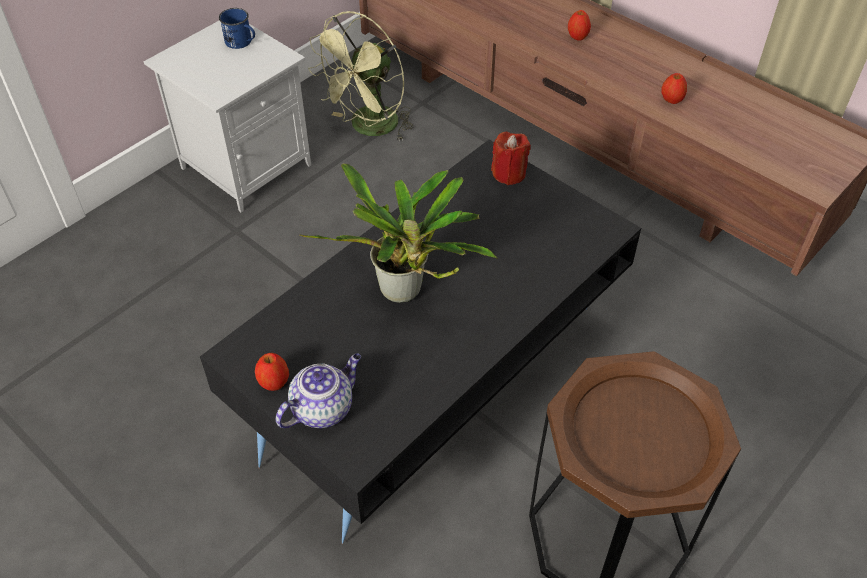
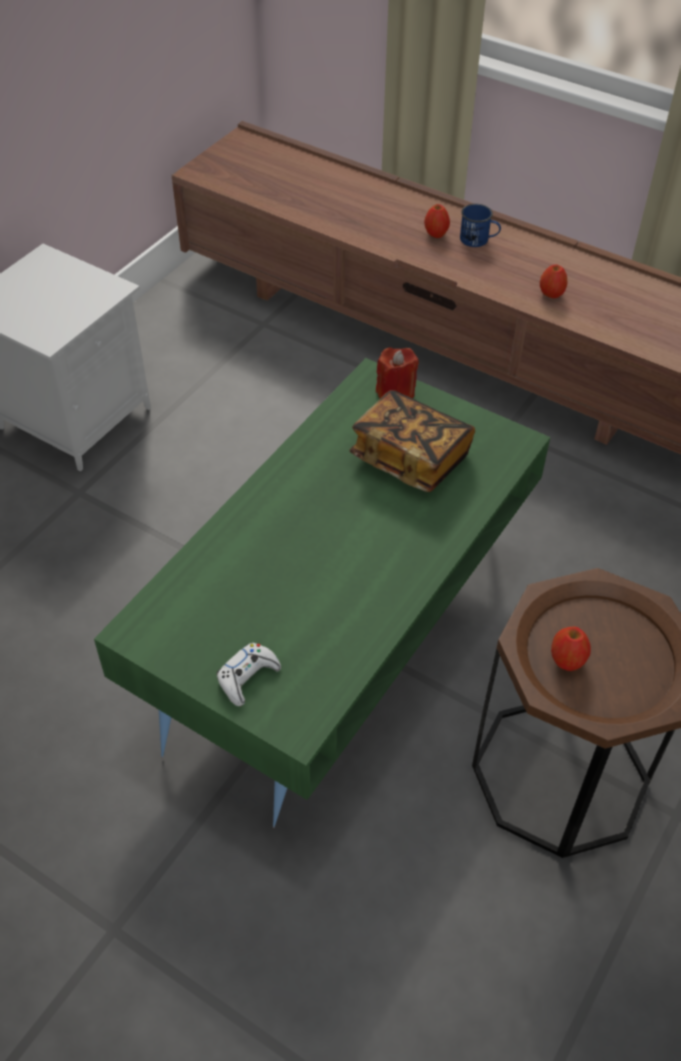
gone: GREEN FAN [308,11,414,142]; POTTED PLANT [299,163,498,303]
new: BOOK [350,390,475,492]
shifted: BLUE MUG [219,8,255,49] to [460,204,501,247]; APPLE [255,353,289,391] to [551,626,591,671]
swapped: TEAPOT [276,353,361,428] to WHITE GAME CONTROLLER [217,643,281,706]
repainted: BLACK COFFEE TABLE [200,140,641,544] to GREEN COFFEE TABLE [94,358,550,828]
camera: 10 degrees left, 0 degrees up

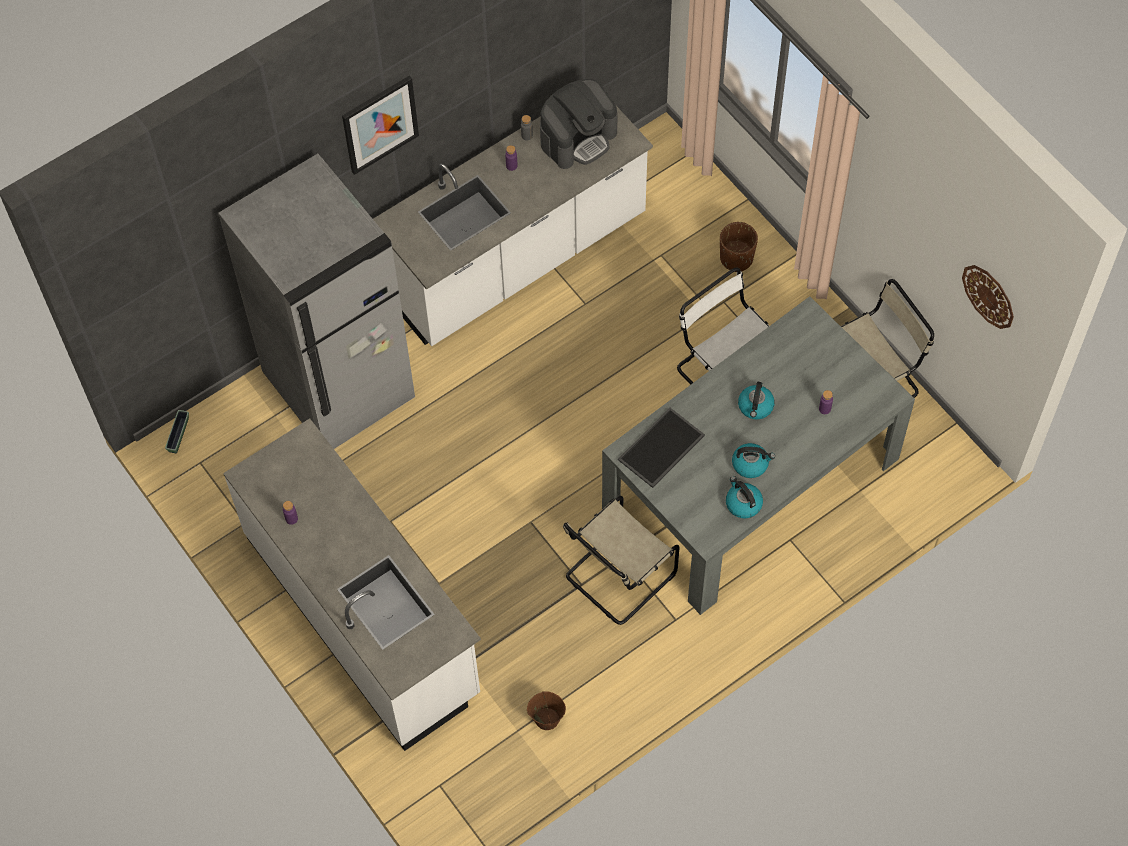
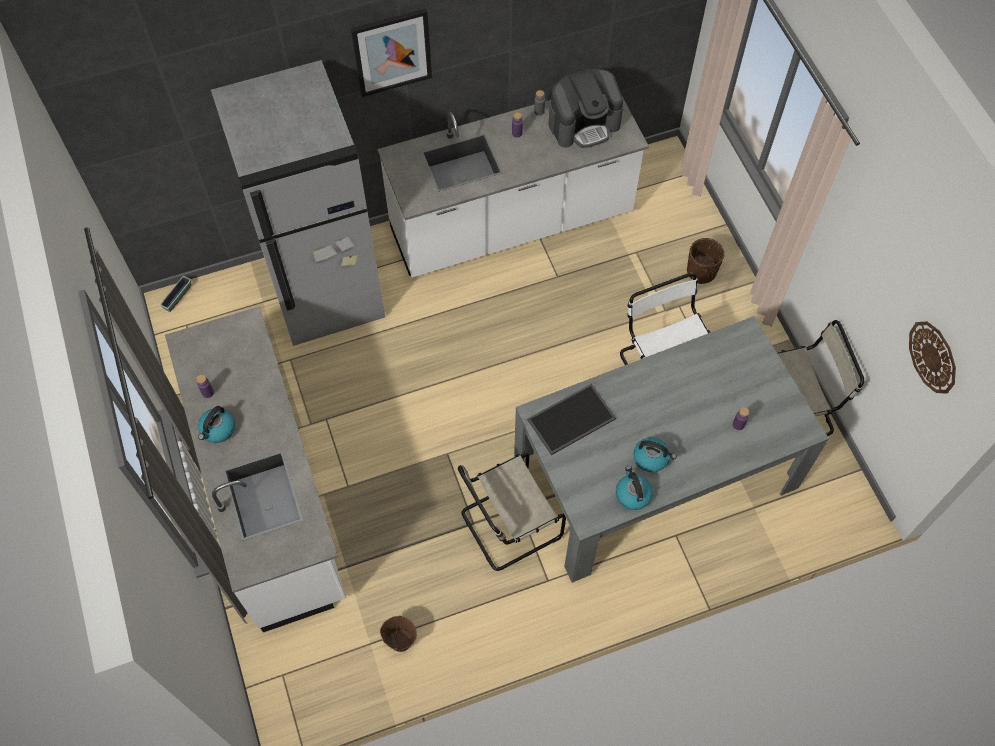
shifted: KETTLE [738,382,775,419] to [198,406,235,443]
camera: 15 degrees right, 0 degrees up

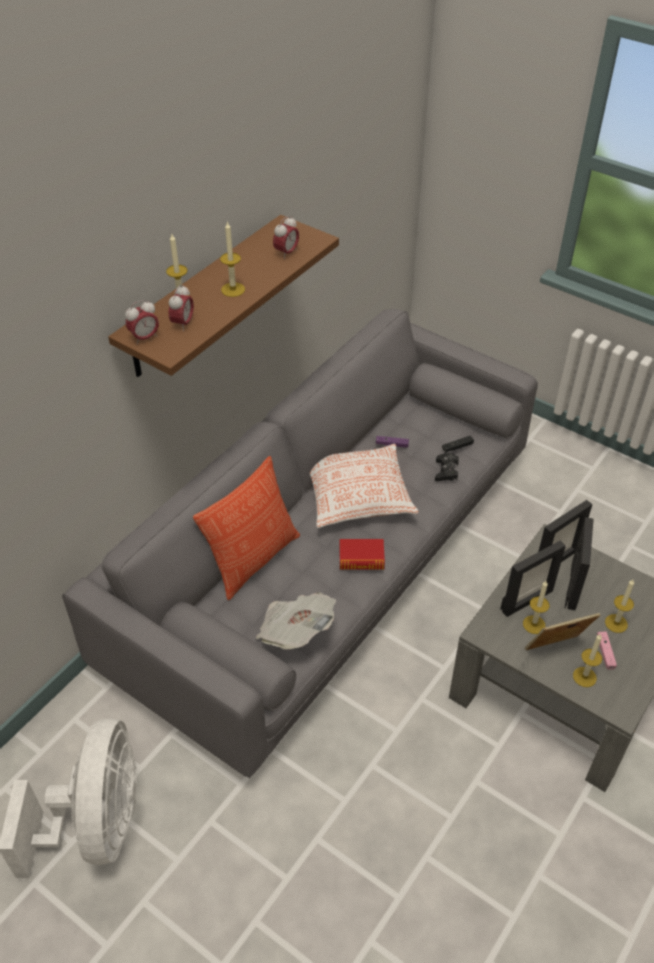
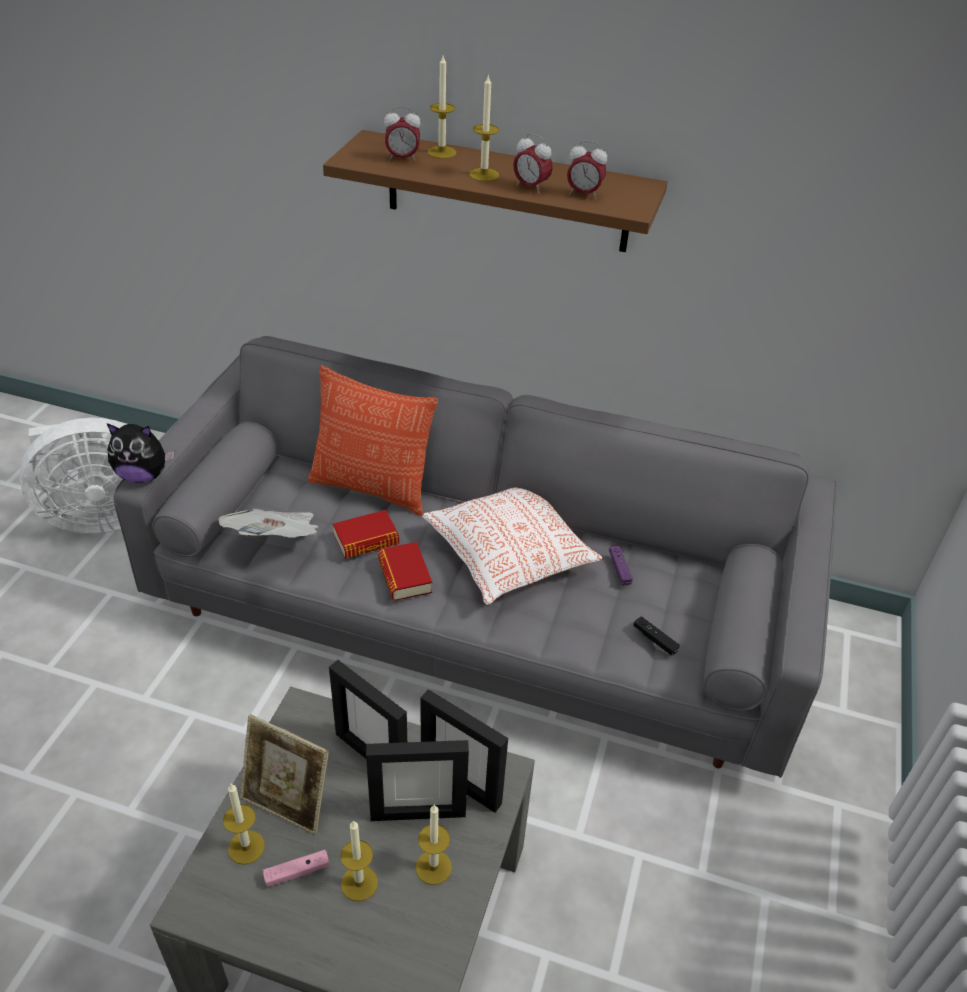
gone: BLACK GAME CONTROLLER [435,453,459,481]
new: PLUSH TOY [107,423,174,483]; BOOK [333,510,399,558]
shifted: ALARM CLOCK [125,300,159,345] to [513,133,553,194]; CANDLE [523,581,550,634] to [416,804,452,885]
rotated: PICTURE FRAME [525,613,600,650] = [240,714,329,835] 150 degrees clockwise
camera: 70 degrees right, 5 degrees down

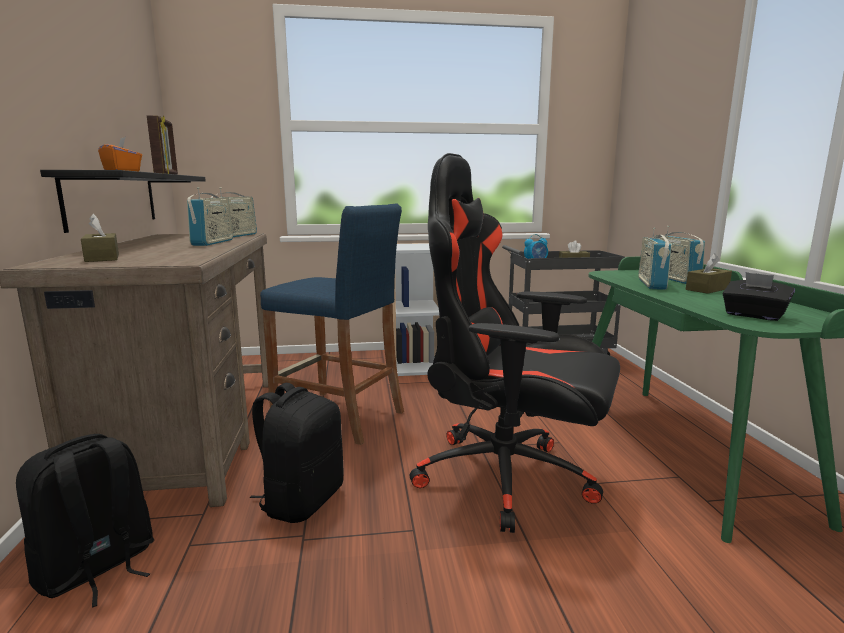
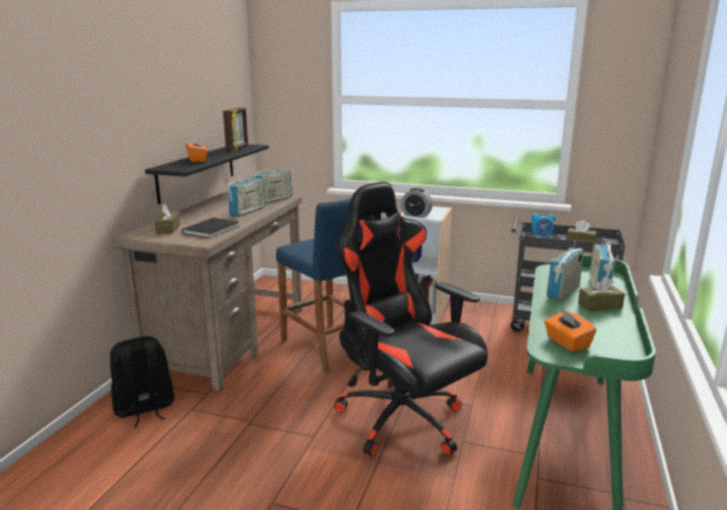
gone: BLACK BACKPACK [250,383,343,523]
new: ALARM CLOCK [401,188,433,218]; BLACK BOOK [182,218,239,238]
repainted: BLACK TISSUE BOX [723,272,795,321] to ORANGE TISSUE BOX [544,308,596,352]
camera: 25 degrees right, 5 degrees up

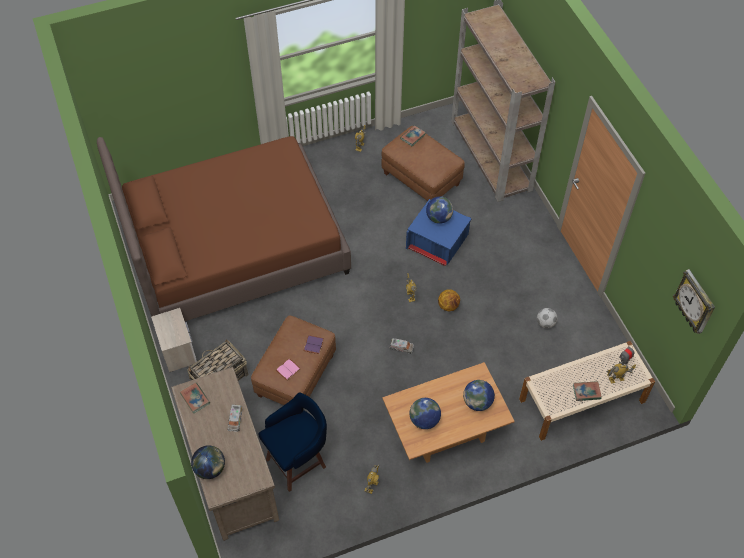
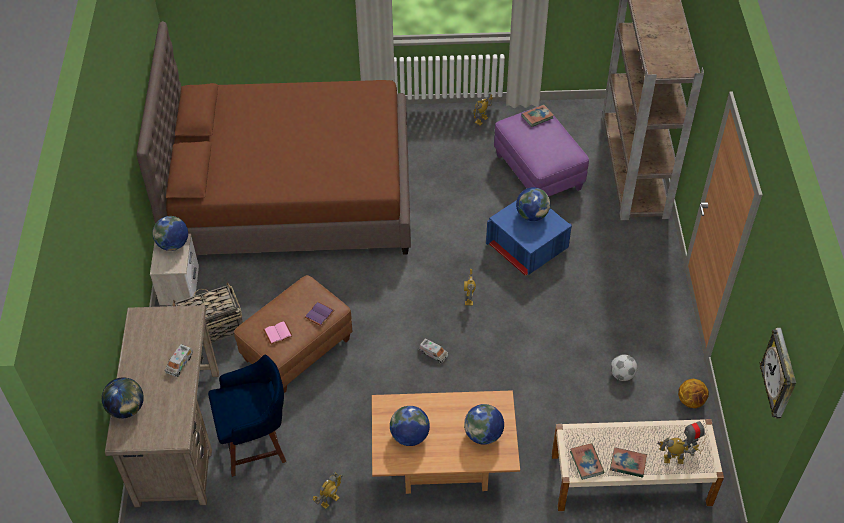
new: GLOBE [153,216,188,251]
shifted: BASKETBALL [438,289,460,312] to [678,379,709,408]; BOOK [180,383,210,413] to [570,443,605,480]
repainted: BROWN OTTOMAN [382,126,465,201] to PURPLE OTTOMAN [494,106,589,196]
camera: 20 degrees right, 5 degrees down

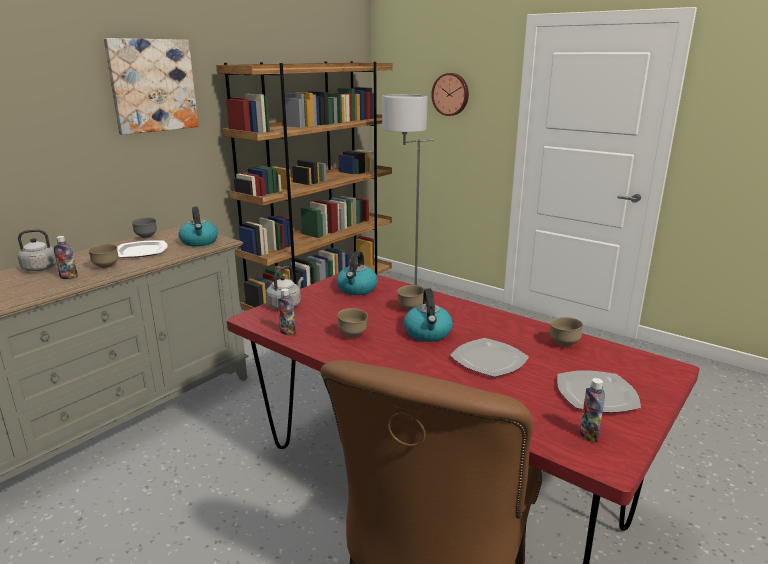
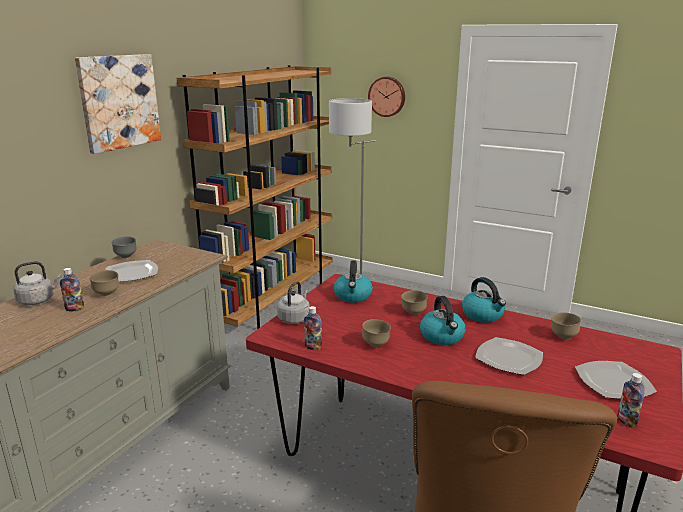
shifted: KETTLE [178,206,218,246] to [462,277,506,323]
camera: 10 degrees left, 0 degrees up

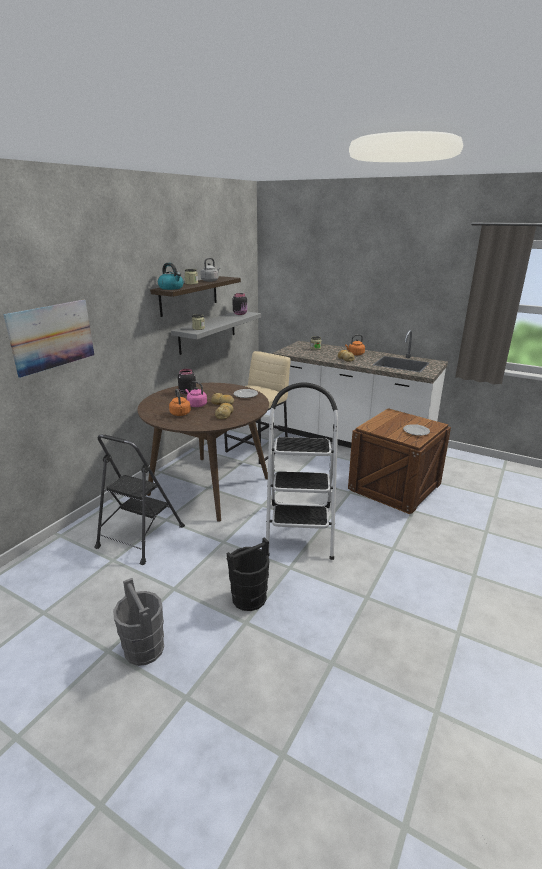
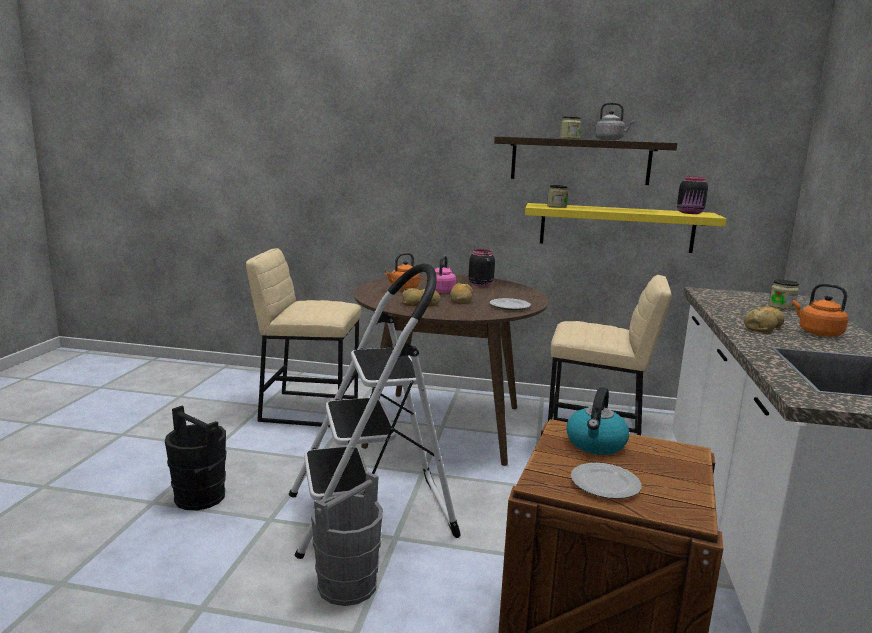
gone: PICTURE [3,300,94,378]
shifted: KETTLE [158,263,183,290] to [566,387,629,455]; GREY BUCKET [113,578,164,666] to [311,472,383,606]
swapped: BLACK STEP LADDER [94,434,185,565] to BEIGE CHAIR [246,248,361,427]
repainted: GREY SHELF [171,312,261,355] to YELLOW SHELF [525,203,726,253]
camera: 70 degrees right, 10 degrees down

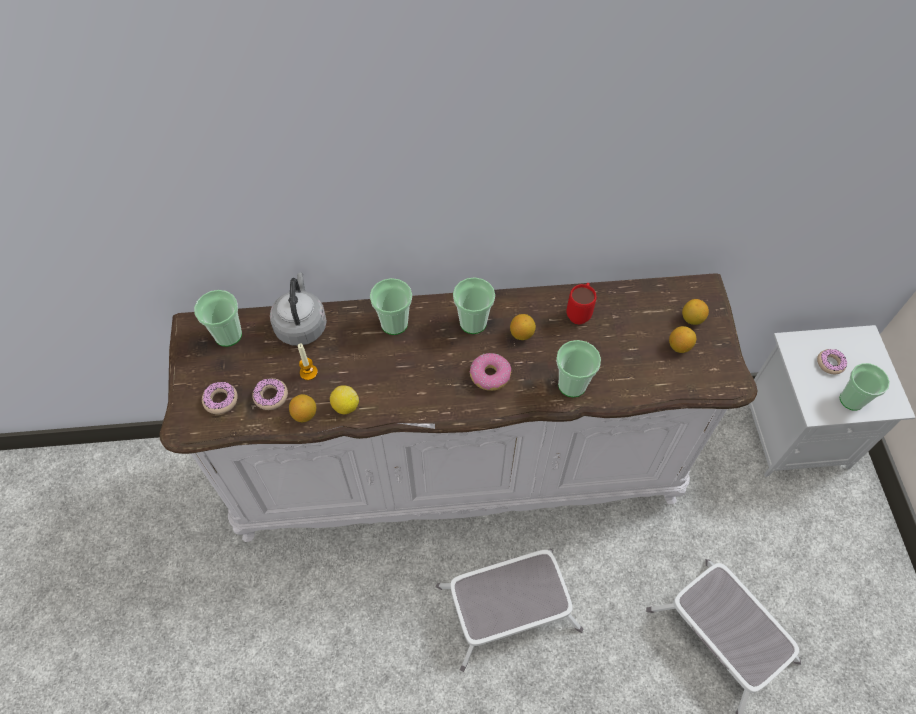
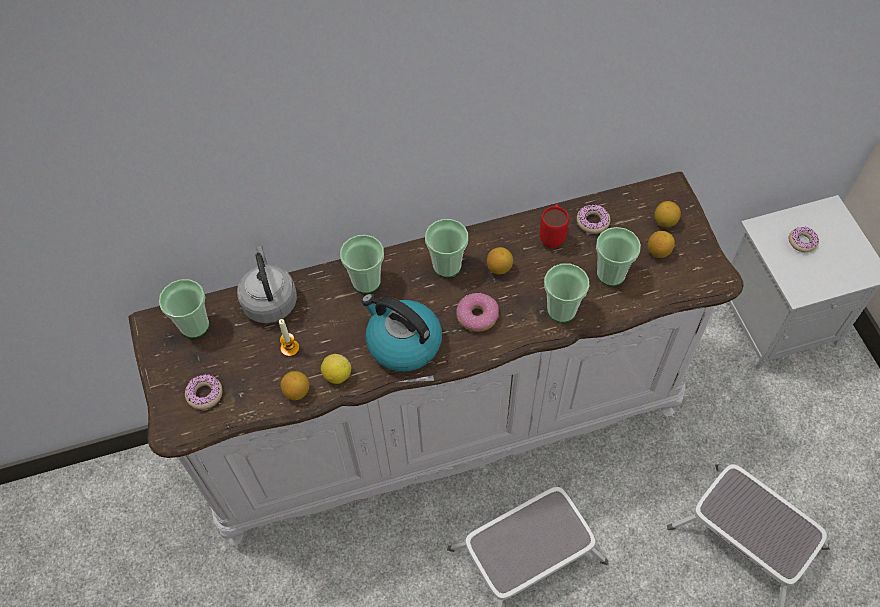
new: KETTLE [362,293,442,371]
shifted: CUP [840,363,890,411] to [596,227,641,286]; DONUT [252,378,288,410] to [577,205,610,234]
camera: 10 degrees left, 0 degrees up

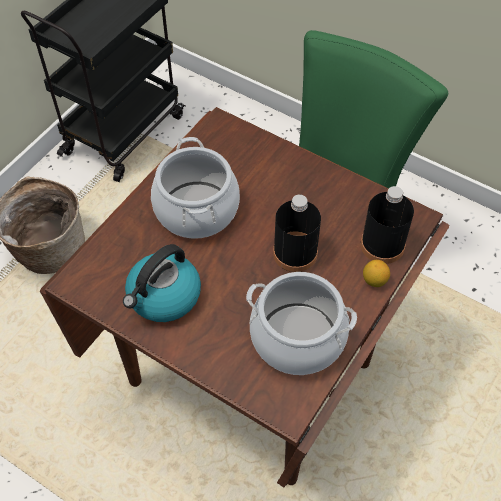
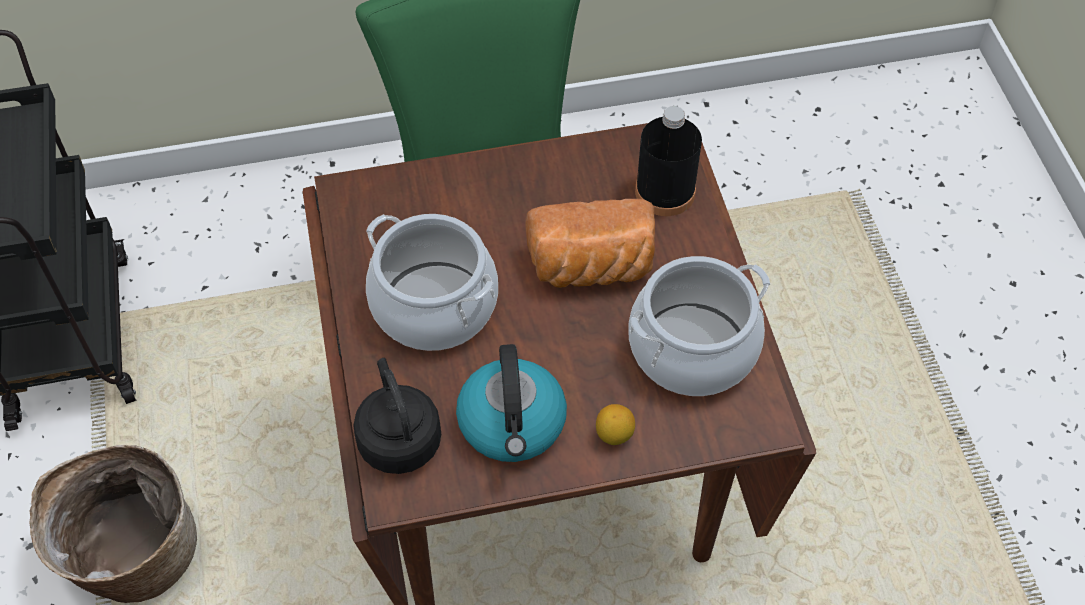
new: BLACK KETTLE [353,358,441,474]
shifted: LEMON [363,260,390,287] to [596,404,635,445]
swapped: BLACK BOTTLE [273,194,321,272] to BREAD [525,199,655,288]
camera: 45 degrees left, 0 degrees up

